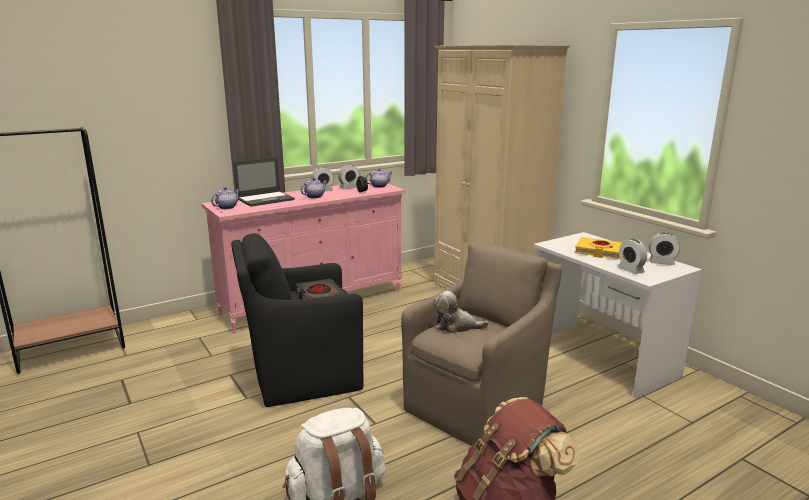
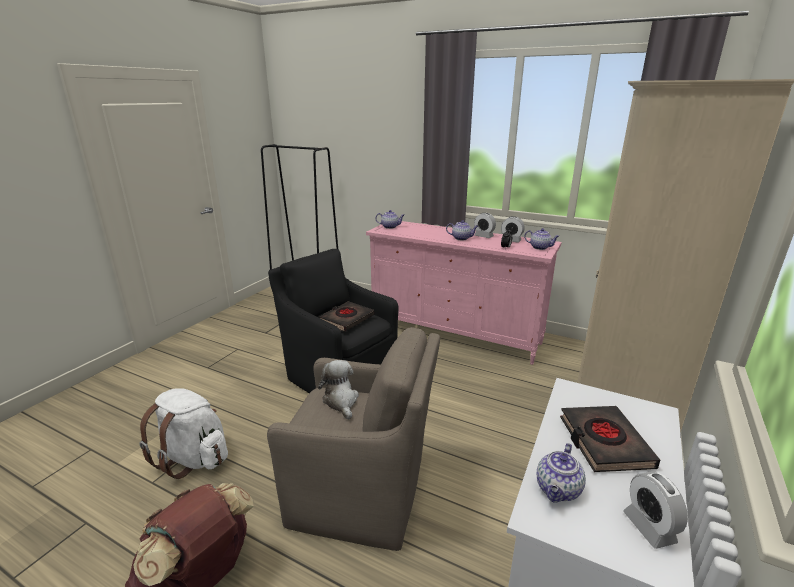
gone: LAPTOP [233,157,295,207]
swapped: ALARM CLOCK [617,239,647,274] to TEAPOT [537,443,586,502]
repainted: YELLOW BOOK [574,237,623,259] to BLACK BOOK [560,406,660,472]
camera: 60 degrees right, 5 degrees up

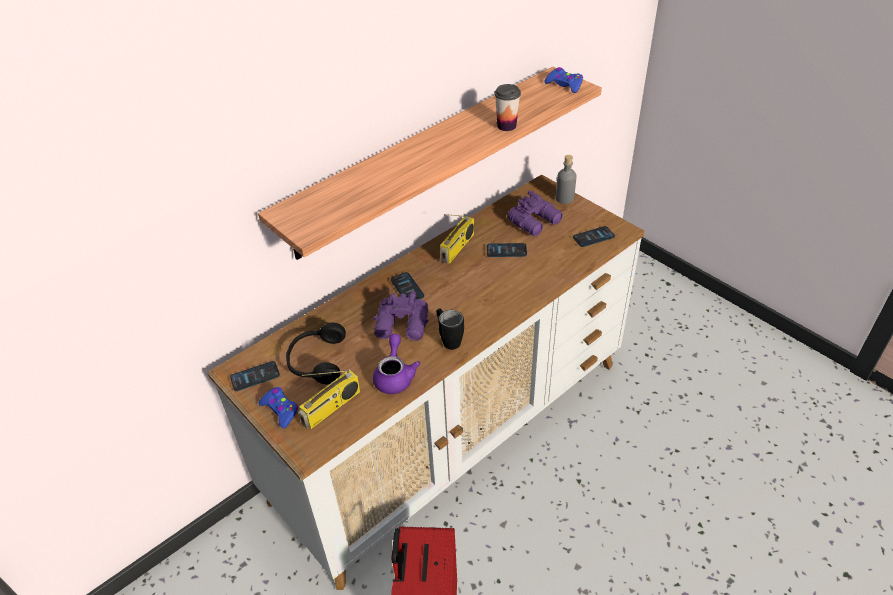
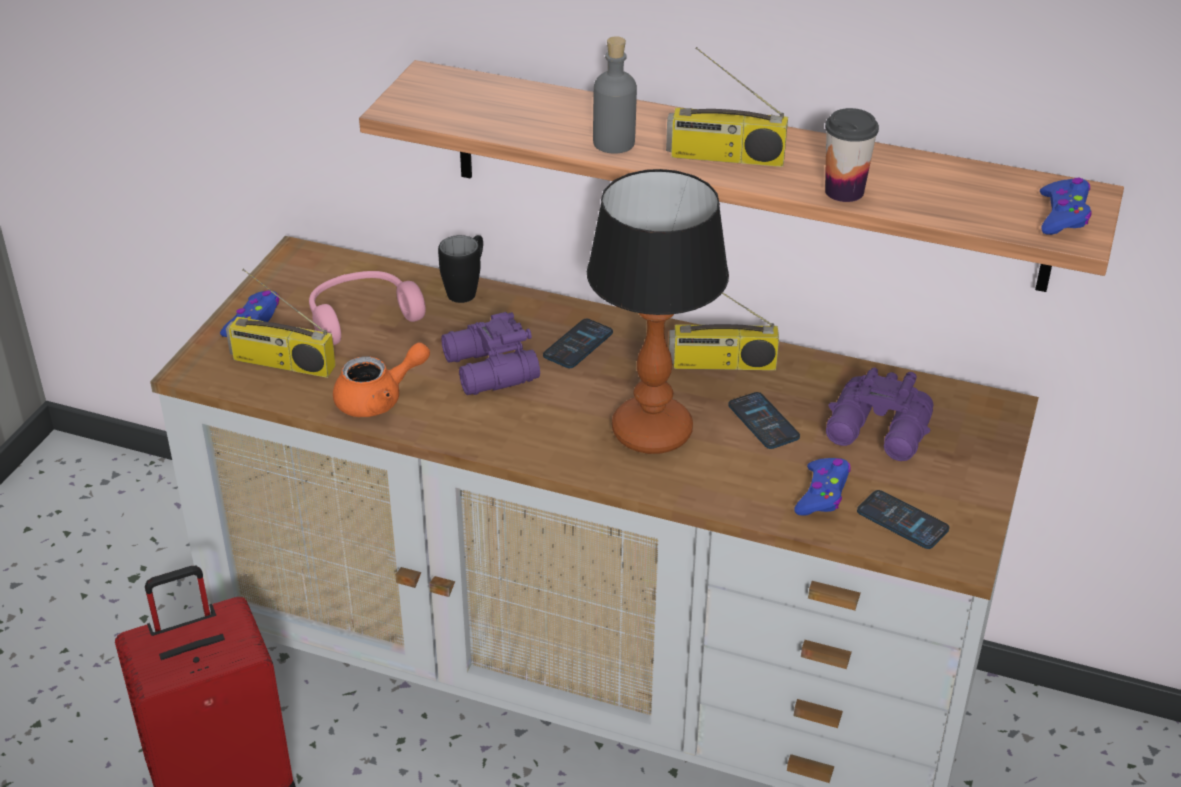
gone: PHONE [230,361,280,391]
new: RADIO [666,47,788,167]; TABLE LAMP [587,169,729,454]; BLUE GAME CONTROLLER [795,458,851,516]
shifted: GREY BOTTLE [556,155,577,204] to [593,37,637,154]; BLACK MUG [437,308,464,350] to [438,235,483,303]
repainted: BLACK HEADPHONES [286,323,346,384] to PINK HEADPHONES [309,271,426,345]; PURPLE TEAPOT [373,334,420,394] to ORANGE TEAPOT [333,343,430,417]
camera: 60 degrees right, 5 degrees down

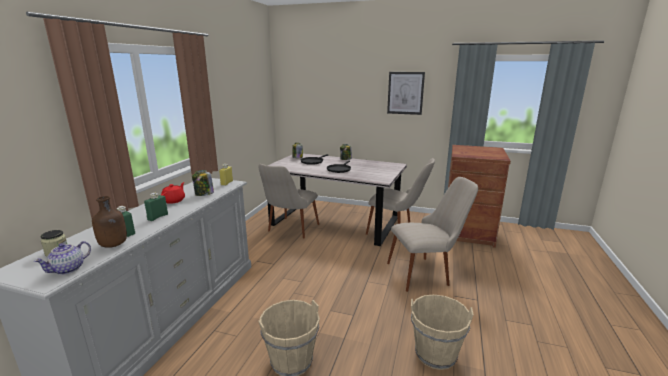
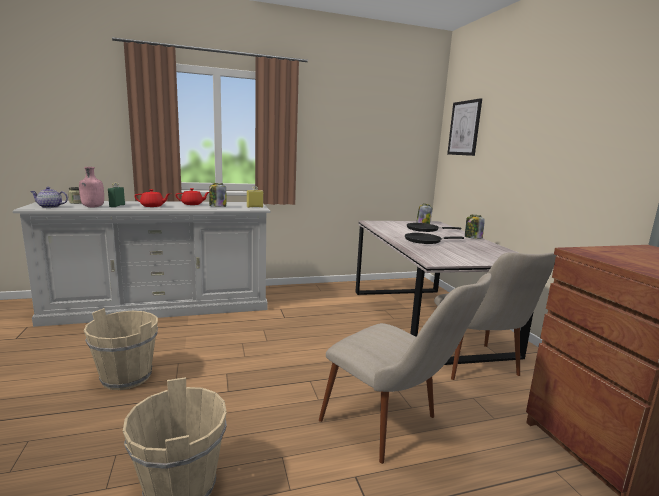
gone: BEIGE CHAIR [259,164,319,239]
shifted: PICTURE [387,72,425,115] to [447,98,482,156]
swapped: GREEN BOTTLE [144,193,168,221] to RED TEAPOT [134,189,171,207]
repainted: BROWN BOTTLE [92,196,127,248] to PINK BOTTLE [79,167,104,208]
camera: 55 degrees right, 5 degrees down

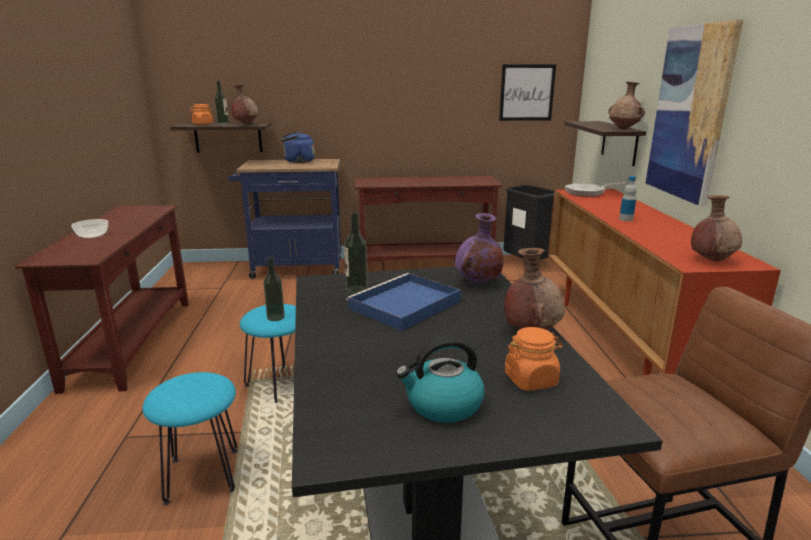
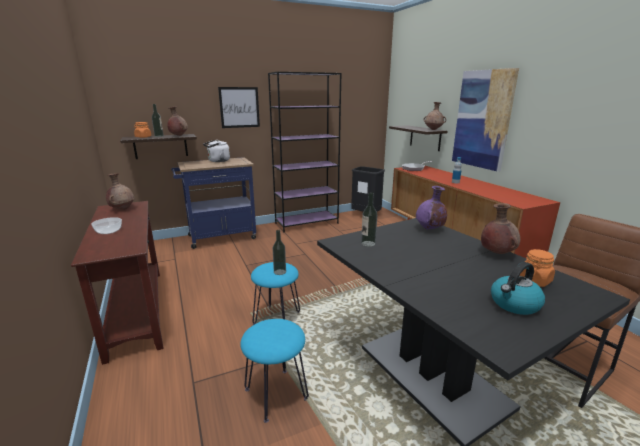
gone: BLUE TRAY [346,273,461,331]
shifted: PICTURE [499,64,556,121] to [218,87,260,128]; BROWN VASE [691,195,742,261] to [106,173,135,210]
swapped: BROWN CONSOLE TABLE [355,176,503,262] to PURPLE BOOKCASE [268,72,341,232]
repainted: BLUE KETTLE [281,132,315,163] to WHITE KETTLE [203,140,230,162]
camera: 20 degrees left, 0 degrees up

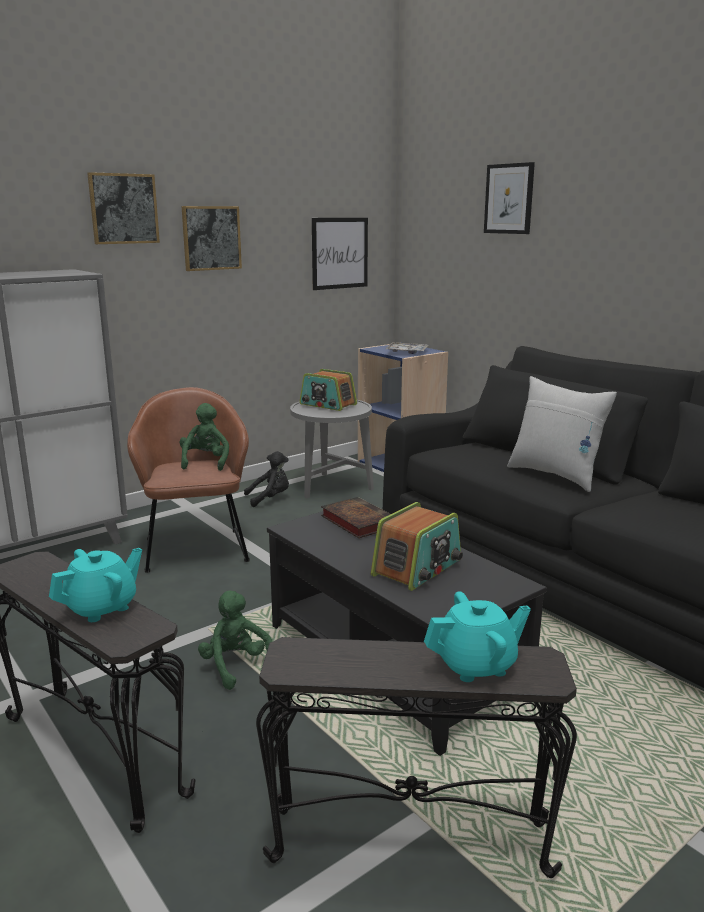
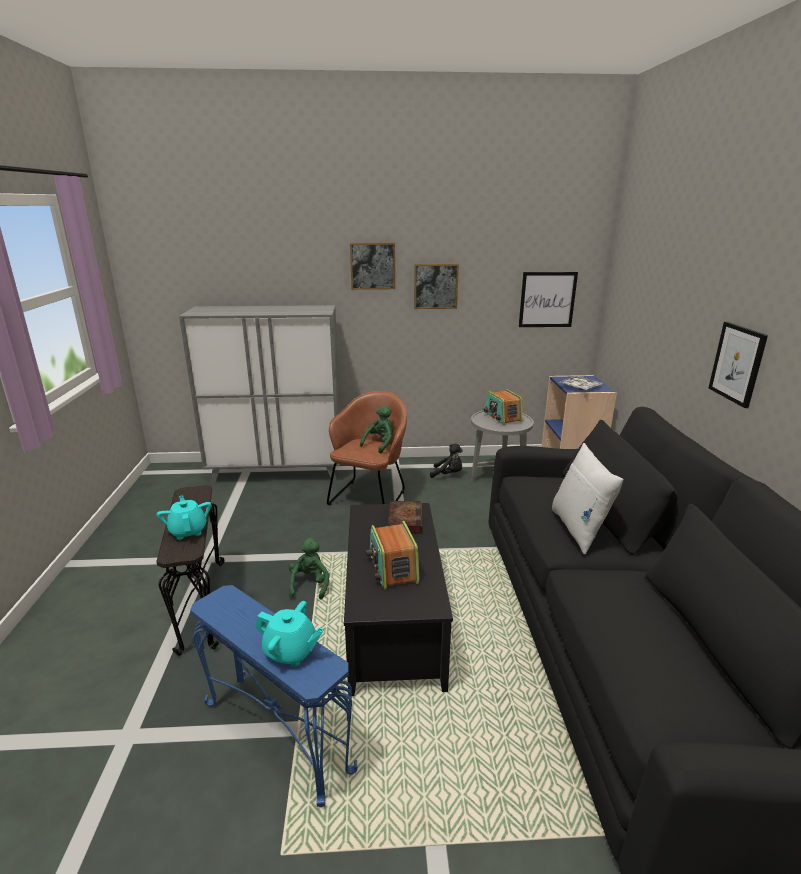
shifted: PICTURE [484,162,535,234] to [709,322,768,408]
repainted: BLACK SIDE TABLE [256,637,577,878] to BLUE SIDE TABLE [190,585,357,807]
rotated: RADIO [371,502,463,591] = [366,521,419,590] 90 degrees clockwise; TURQUOISE TEAPOT [49,548,142,622] = [157,495,211,540] 105 degrees counterclockwise
camera: 35 degrees right, 5 degrees up

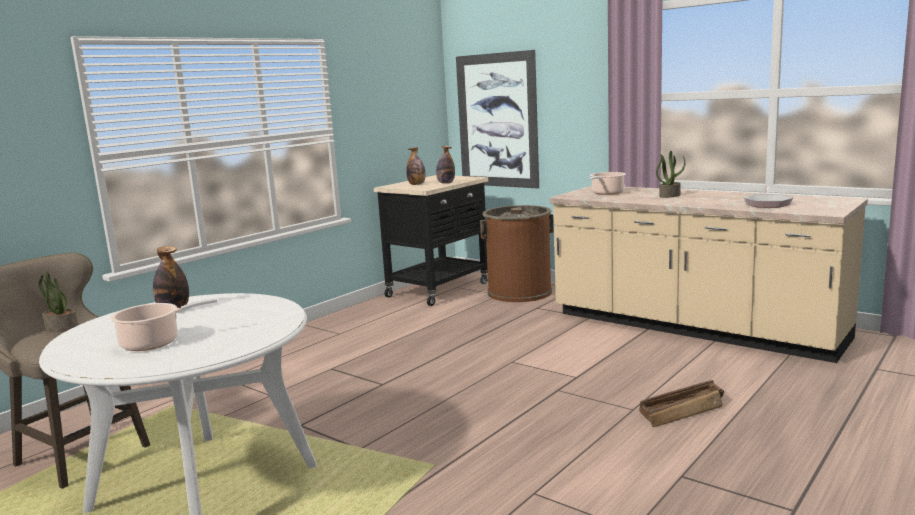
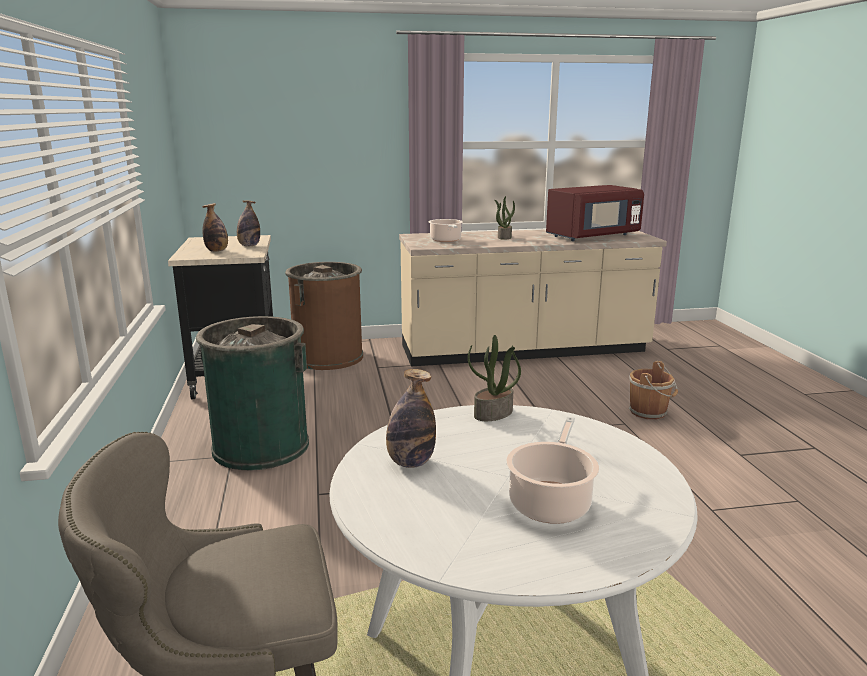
gone: PICTURE [456,50,539,188]
new: GREEN TRASH CAN [196,316,309,470]
shifted: POTTED PLANT [38,269,78,332] to [468,335,521,421]
swapped: FRYING PAN [743,186,793,208] to RED MICROWAVE [546,185,644,241]; CRATE [639,380,724,427] to BROWN BUCKET [629,361,678,420]
camera: 50 degrees left, 5 degrees up

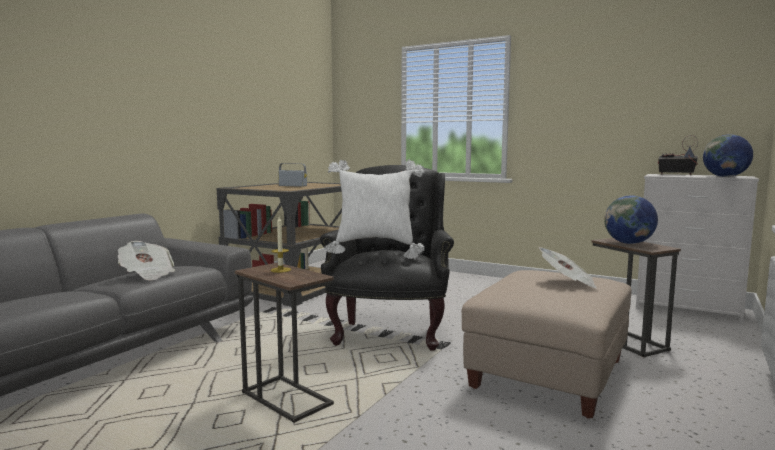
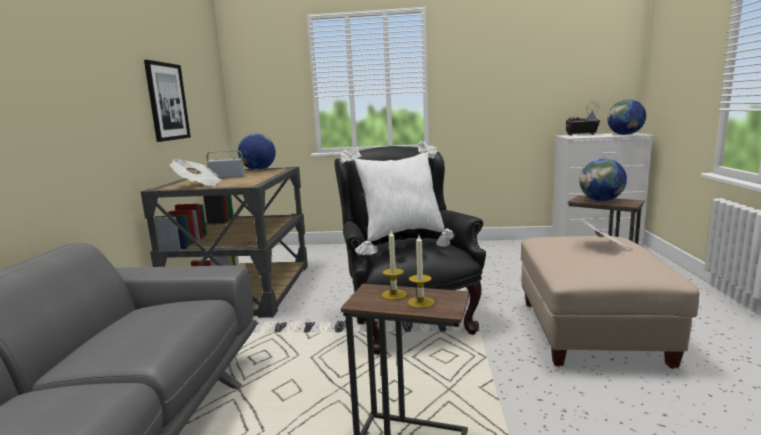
new: PICTURE [144,60,191,142]; GLOBE [238,133,276,170]; CANDLE [408,235,434,308]
shifted: NEWSPAPER [118,241,175,280] to [169,159,222,186]
camera: 25 degrees left, 5 degrees up

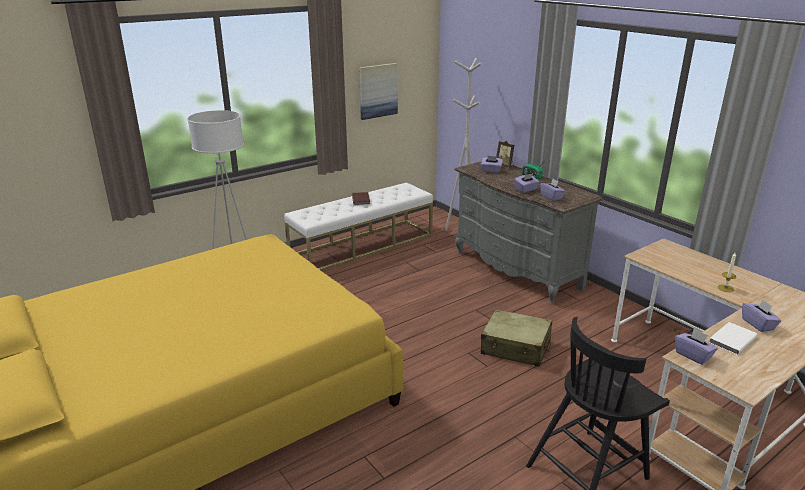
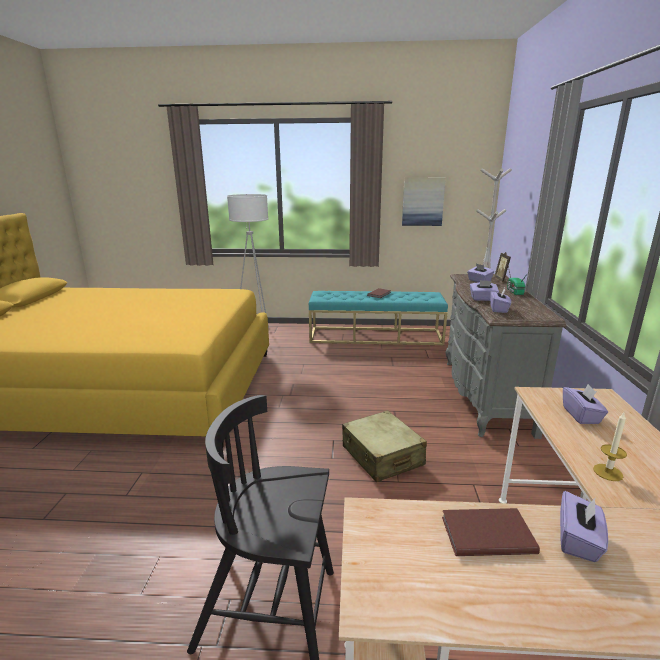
shifted: PURPLE TISSUE BOX [675,329,718,365] to [563,384,608,424]
repainted: WHITE BENCH [284,183,433,271] to TURQUOISE BENCH [309,291,448,345]; WHITE BOOK [709,322,758,355] to BROWN BOOK [442,508,540,556]
camera: 40 degrees right, 5 degrees down

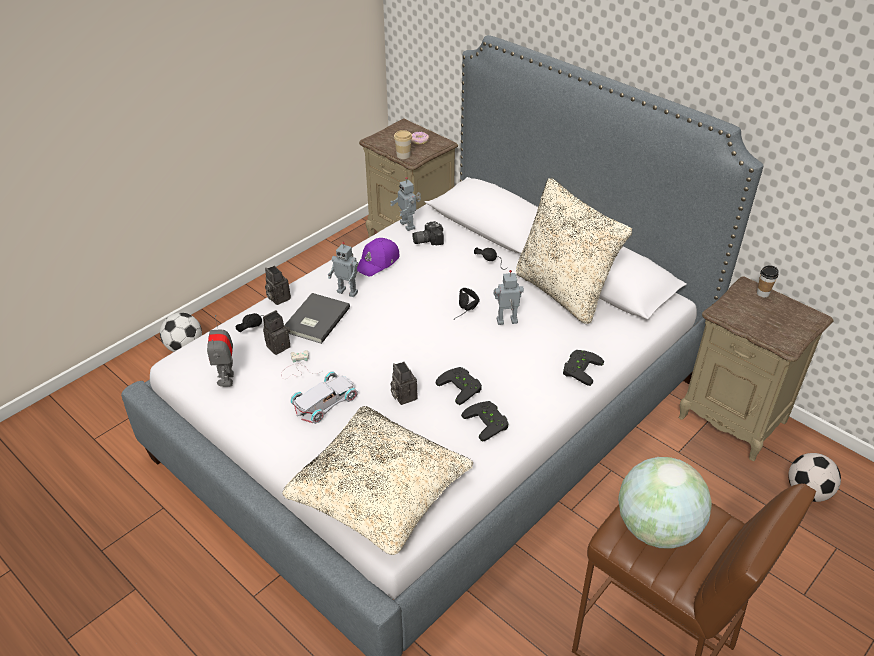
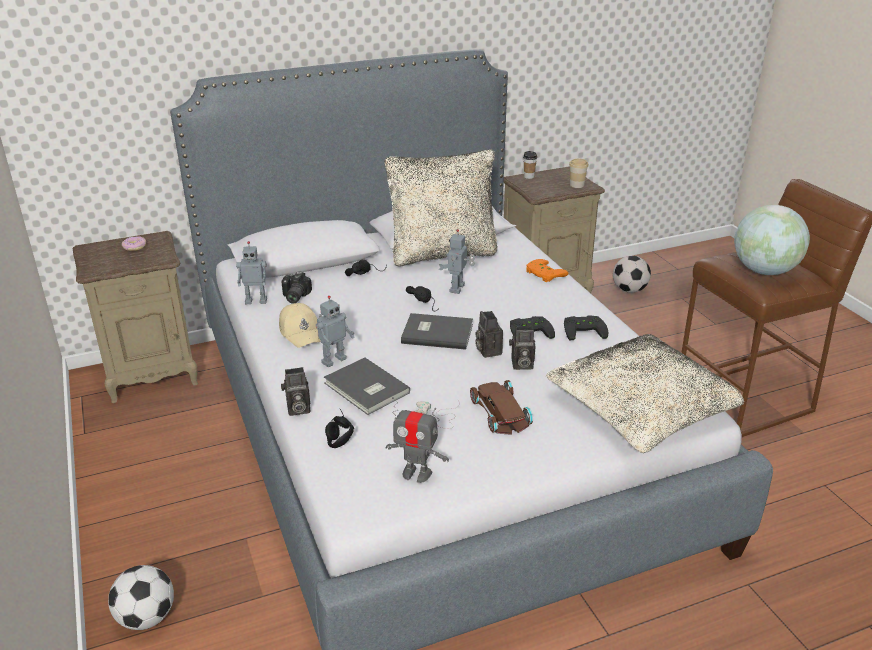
new: GREY BOOK [401,313,473,350]
shifted: CUP [394,130,412,159] to [569,159,589,188]; PHOTO CAMERA [263,310,290,355] to [475,311,503,358]
repainted: PURPLE CAP [357,238,399,276] to BEIGE CAP [279,303,320,348]; BLACK GAME CONTROLLER [563,350,604,386] to ORANGE GAME CONTROLLER [526,259,569,282]; WHITE TOY CAR [290,371,358,424] to BROWN TOY CAR [470,380,533,435]
camera: 65 degrees left, 10 degrees down

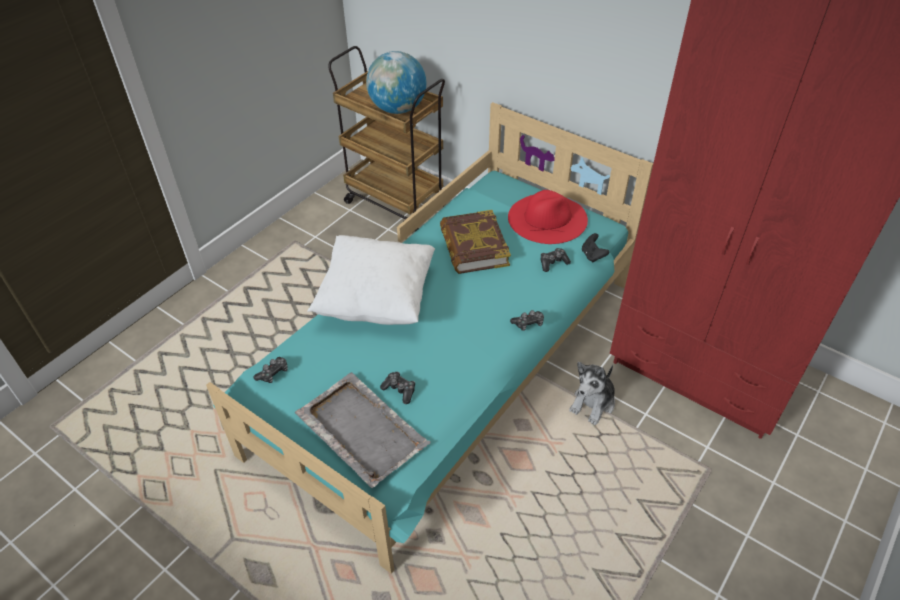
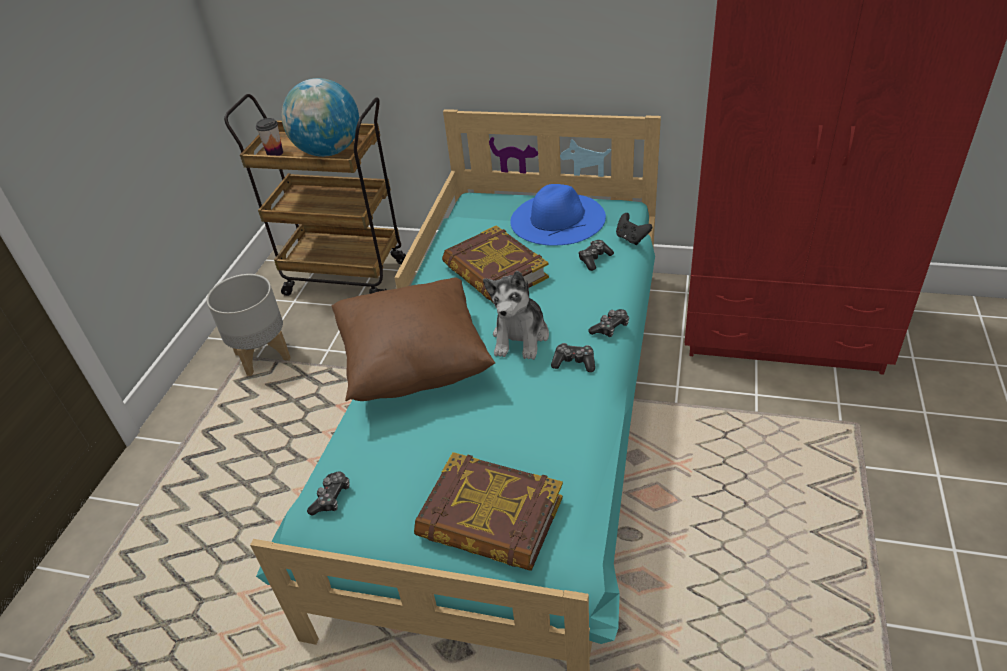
new: CUP [256,118,283,156]; GREY PLANTER [207,274,291,376]
shifted: PLUSH TOY [569,362,615,425] to [483,271,549,360]; GAME CONTROLLER [380,372,415,404] to [551,343,595,372]
swapped: GREY TRAY [295,372,431,488] to BOOK [414,452,563,571]
repainted: RED HAT [508,190,588,244] to BLUE HAT [510,184,606,246]; WHITE PILLOW [307,235,435,325] to BROWN PILLOW [331,278,495,401]
camera: 20 degrees left, 5 degrees down

